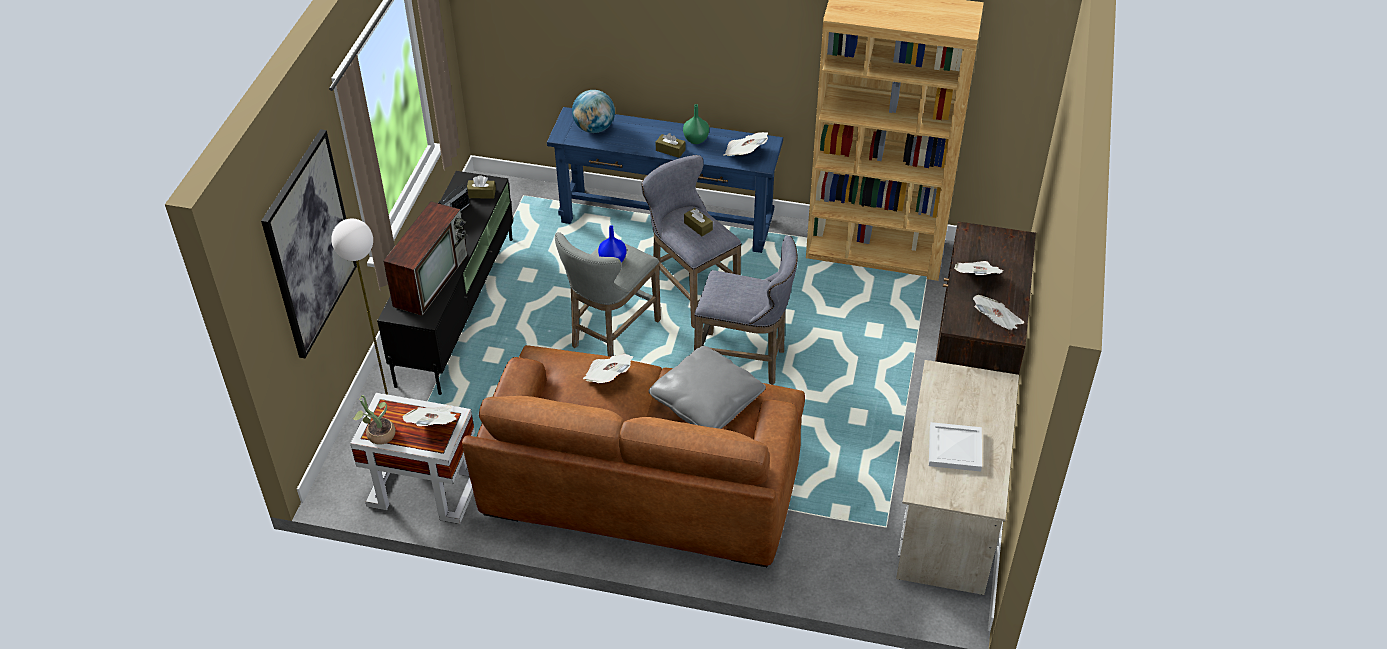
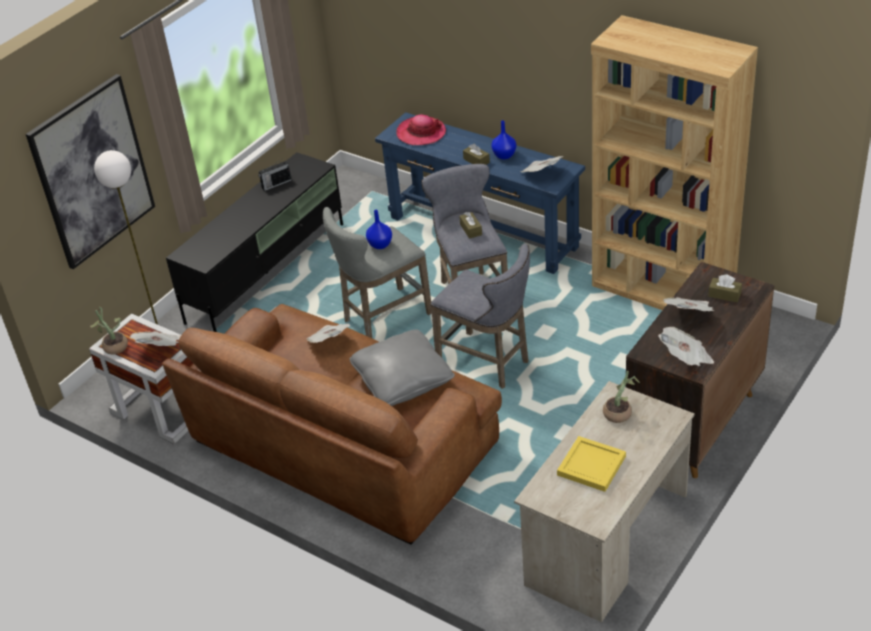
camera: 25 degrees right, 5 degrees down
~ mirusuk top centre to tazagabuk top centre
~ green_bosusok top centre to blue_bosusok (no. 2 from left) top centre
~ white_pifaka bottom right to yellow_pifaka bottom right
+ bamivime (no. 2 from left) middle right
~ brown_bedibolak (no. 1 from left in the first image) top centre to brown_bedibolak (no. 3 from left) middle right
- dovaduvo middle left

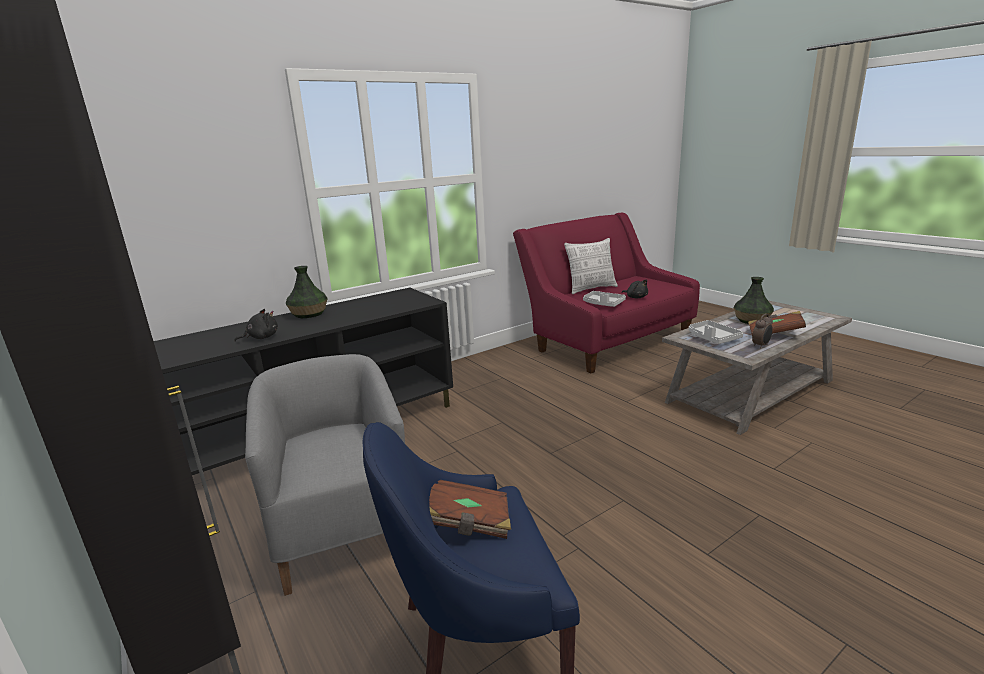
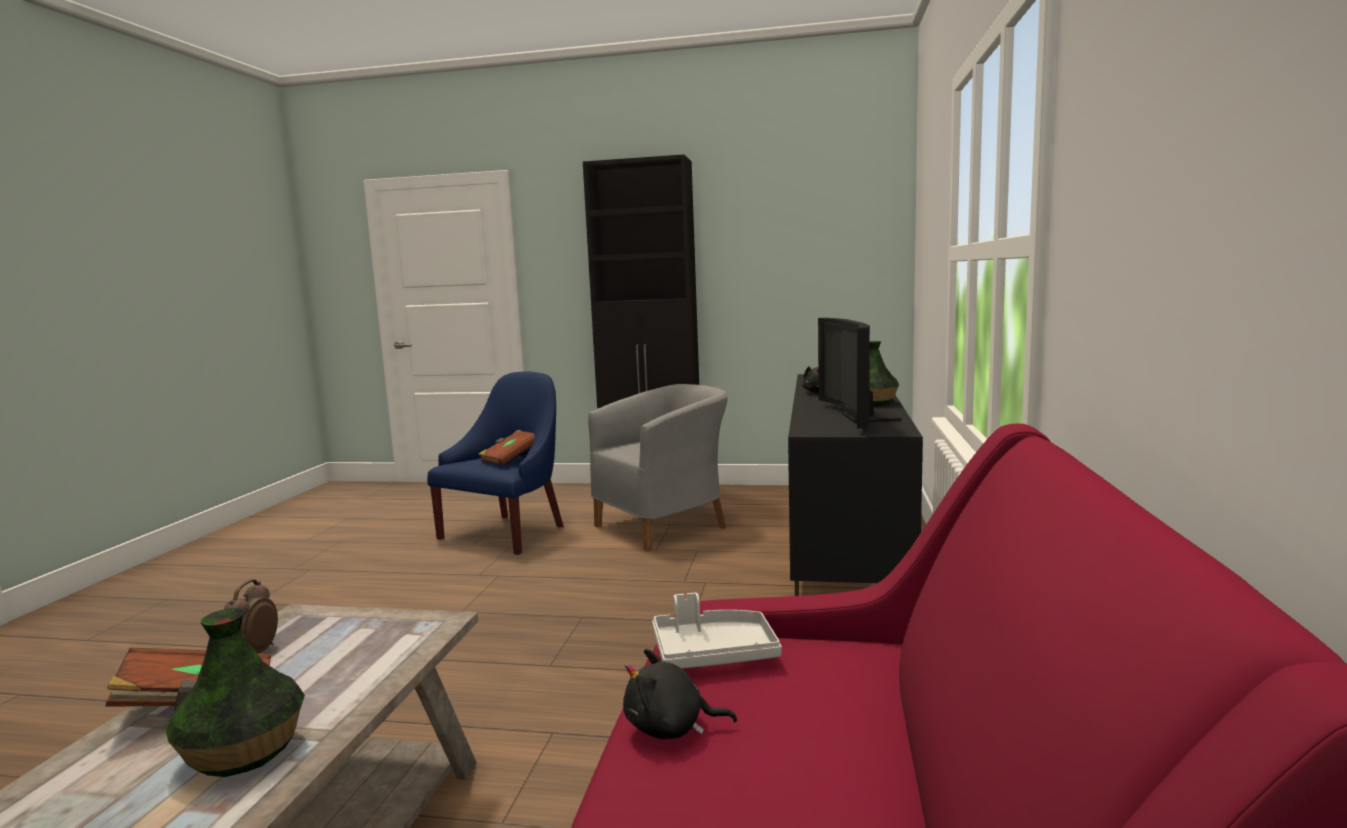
camera: 135 degrees right, 10 degrees down
~ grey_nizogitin bottom left = centre 60 degrees counterclockwise
+ dovaduvo centre
- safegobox centre
- grey_pifaka (no. 2 from left) middle right

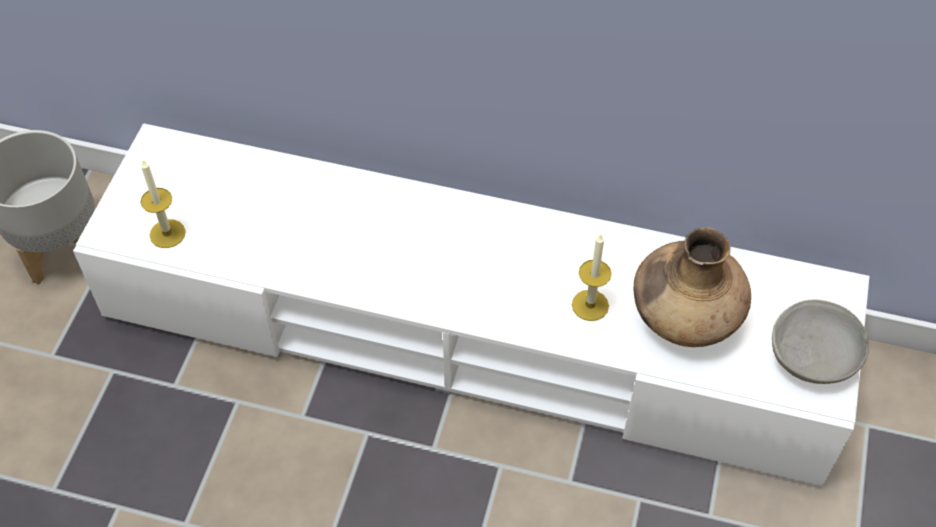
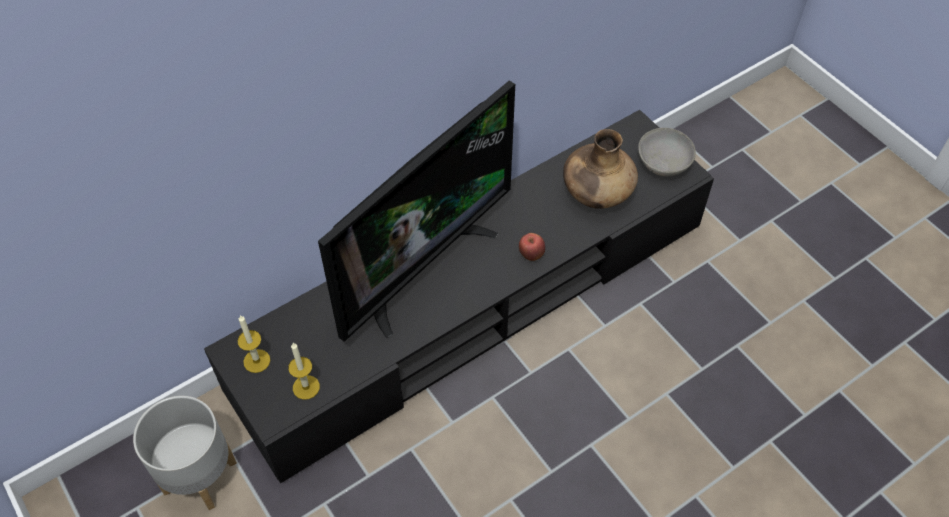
camera: 50 degrees left, 0 degrees up
~ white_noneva centre to black_noneva centre
~ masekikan (no. 2 from left in the first image) centre to masekikan (no. 1 from left) middle left
+ dovaduvo centre
+ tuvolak centre

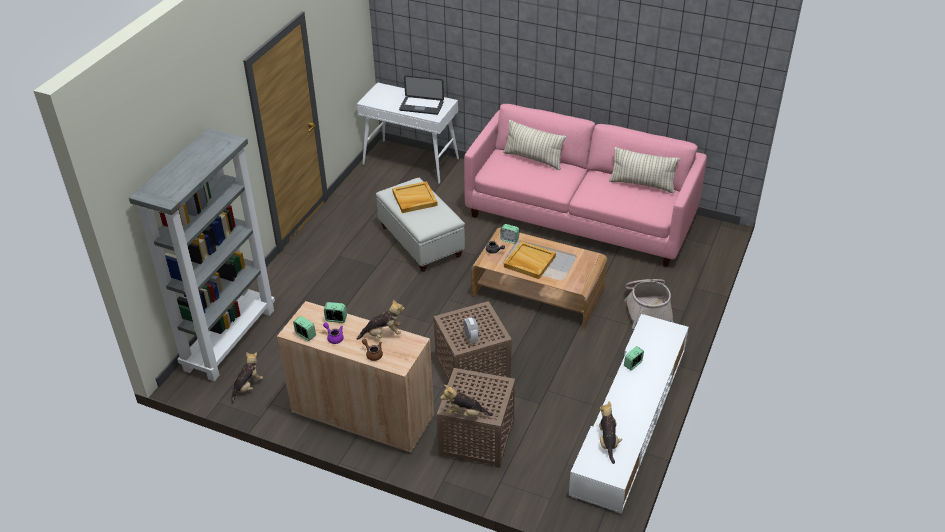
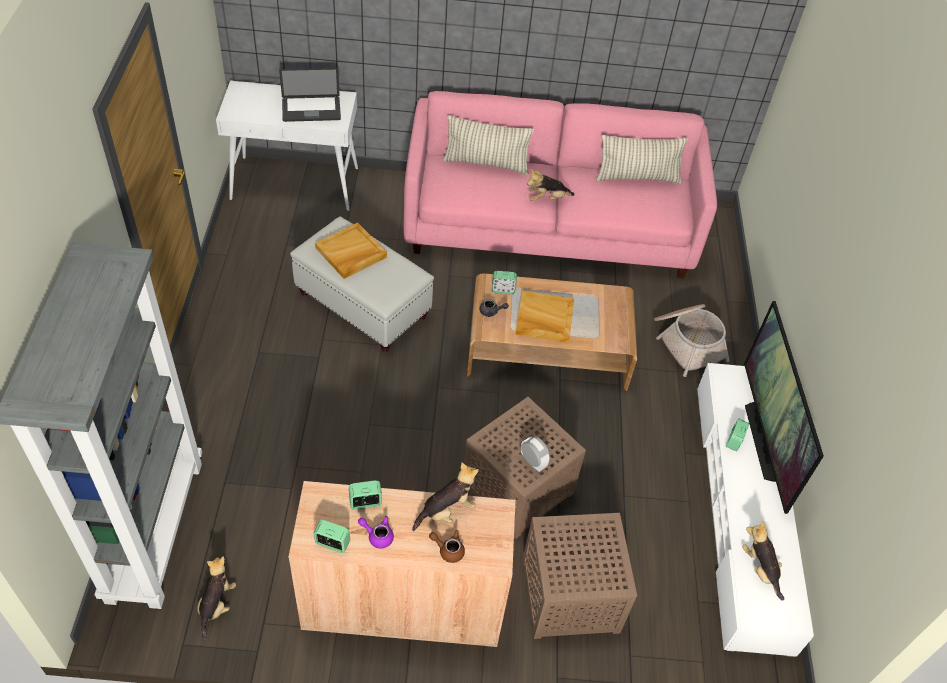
camera: 25 degrees left, 10 degrees up
~ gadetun (no. 3 from left) bottom centre to top centre
+ dovaduvo middle right

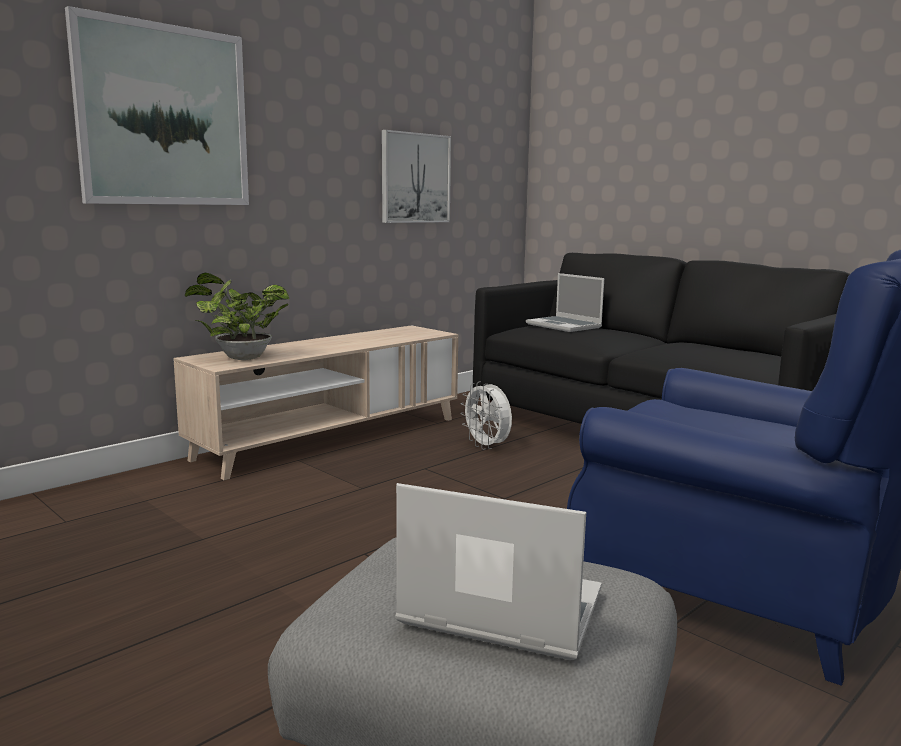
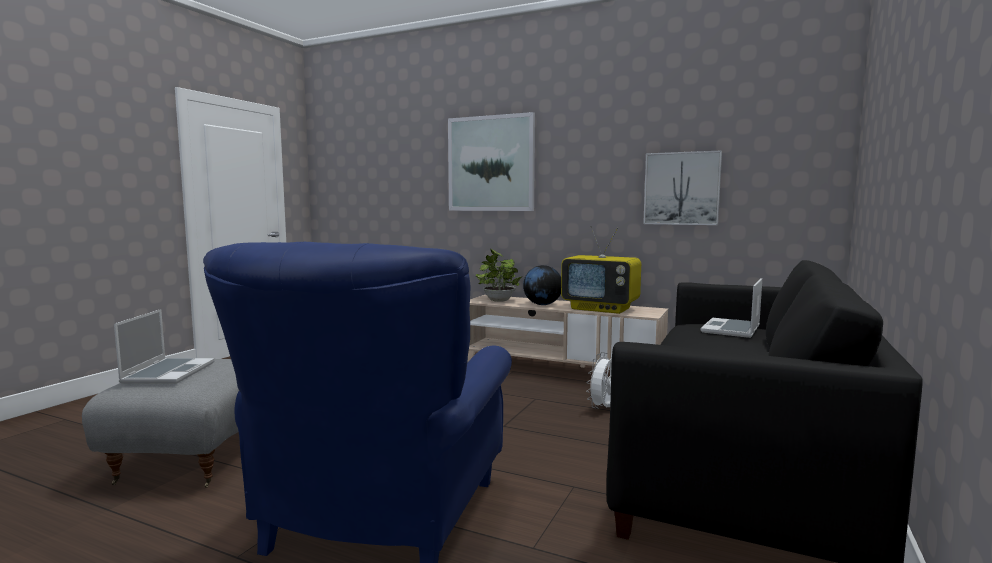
camera: 70 degrees right, 5 degrees down
+ mirusuk centre
+ dovaduvo centre

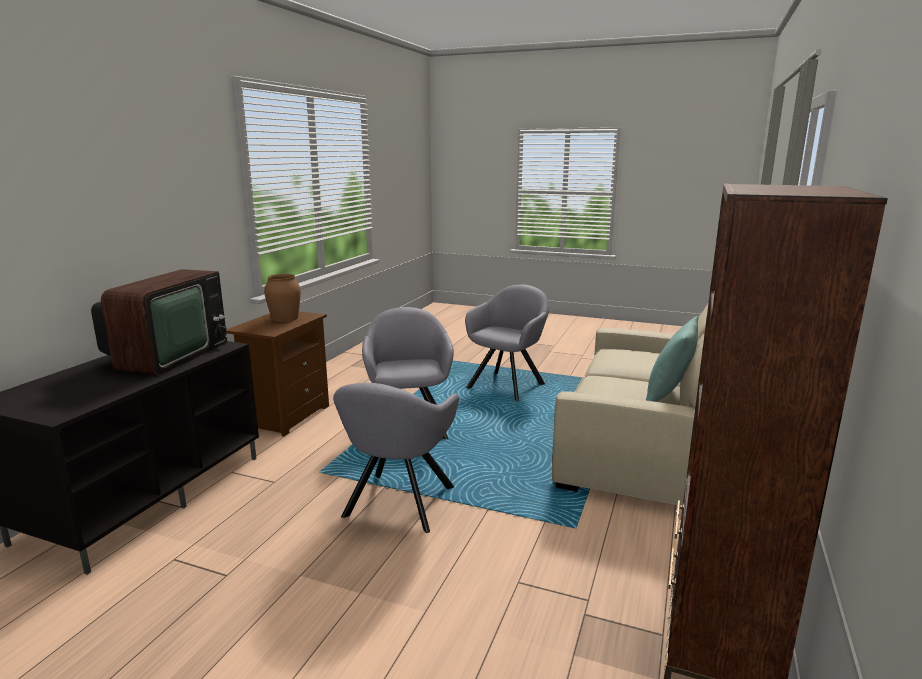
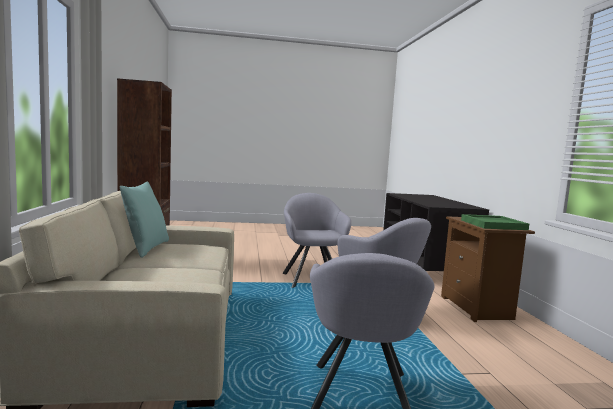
camera: 150 degrees right, 10 degrees down
~ brown_bosusok middle left to green_pifaka middle right
- dovaduvo middle left

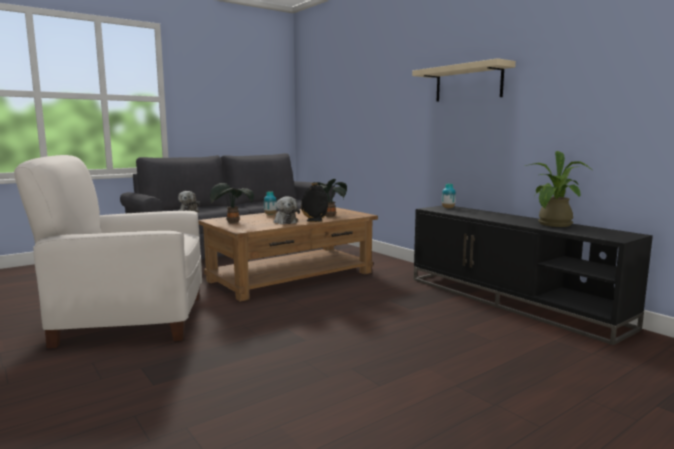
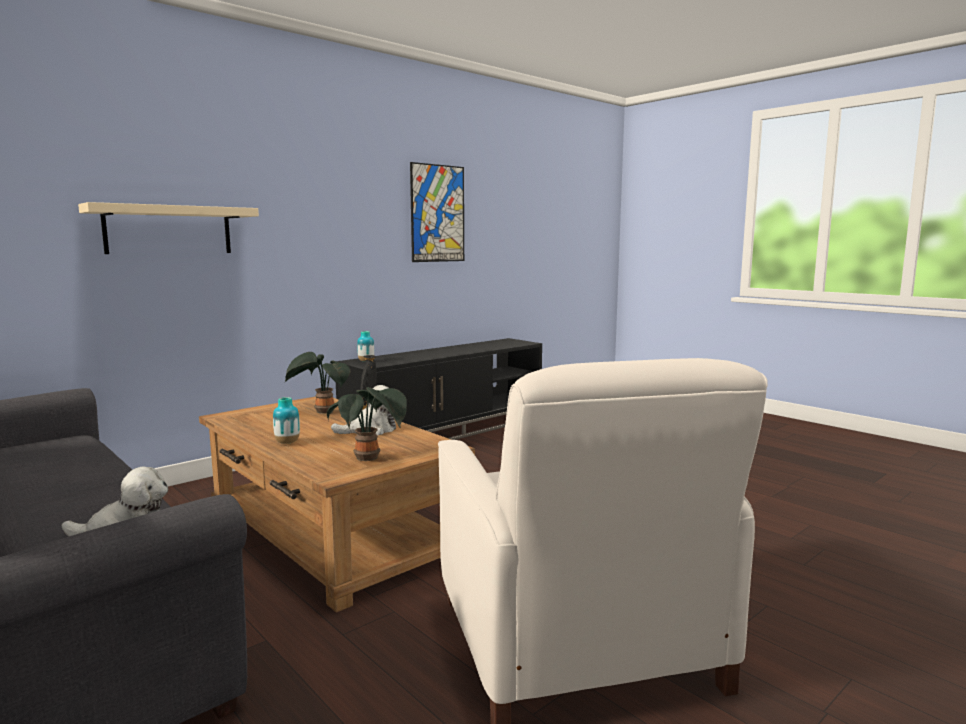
camera: 95 degrees left, 0 degrees up
~ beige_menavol top right to top left
+ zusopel top centre
- bamivime (no. 3 from left) middle right

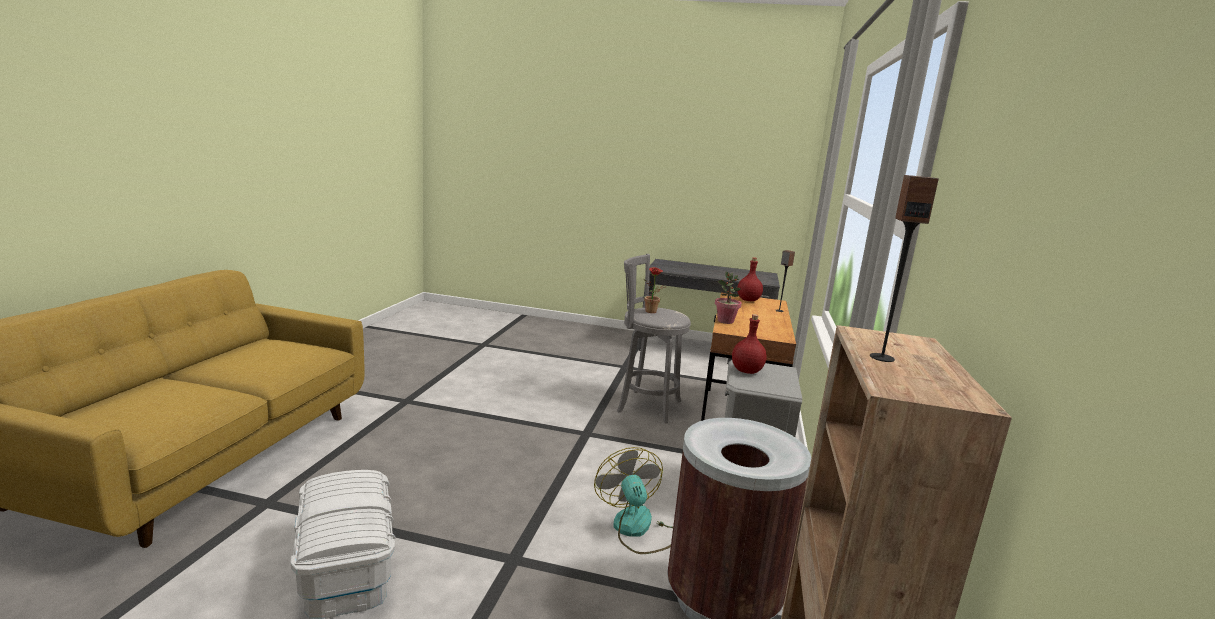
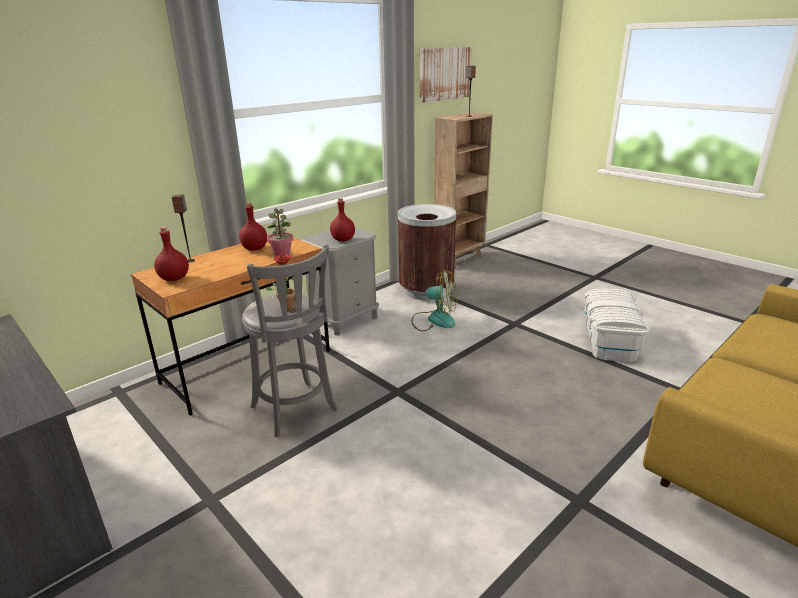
camera: 145 degrees left, 10 degrees up
+ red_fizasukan (no. 2 from left) middle left
~ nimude bottom centre = centre 90 degrees counterclockwise
+ zusopel top centre

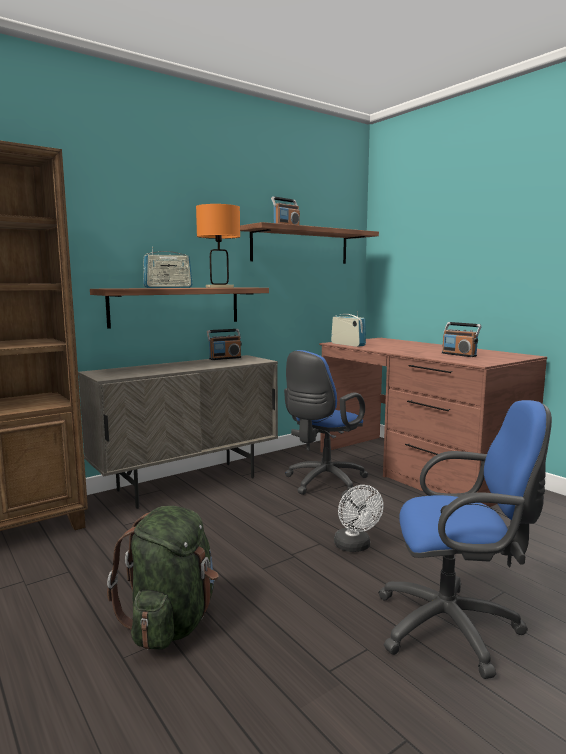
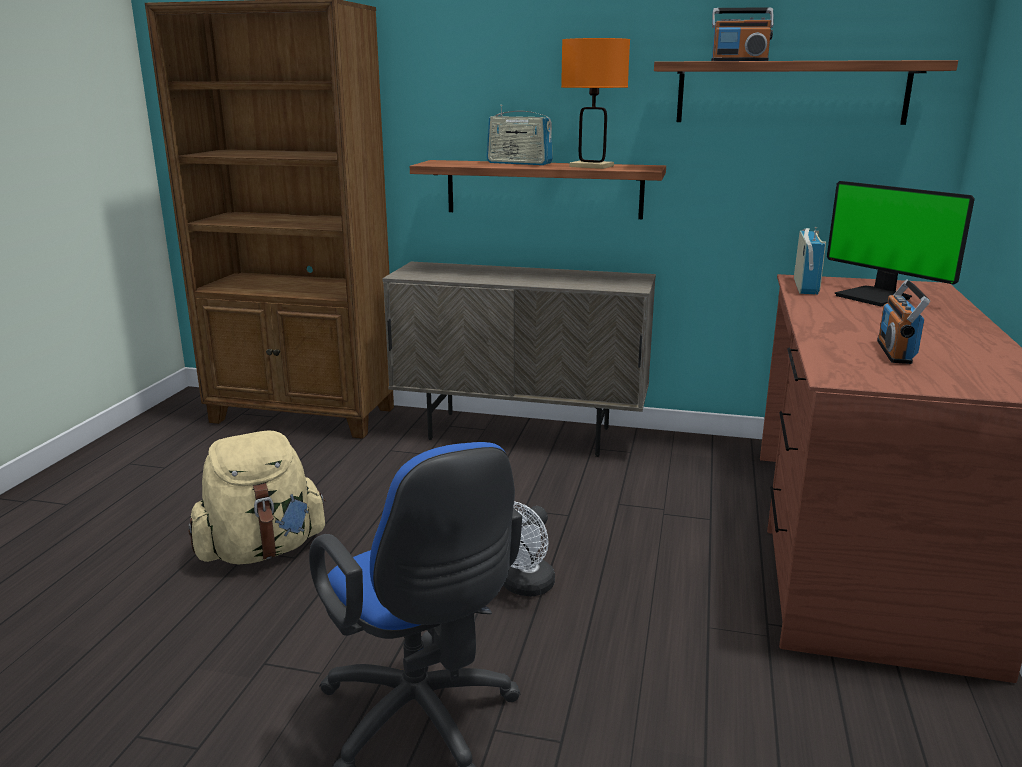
camera: 50 degrees right, 10 degrees up
~ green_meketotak bottom left to beige_meketotak middle left
+ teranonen top right
- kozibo (no. 2 from left) centre
- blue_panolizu (no. 1 from left) centre

